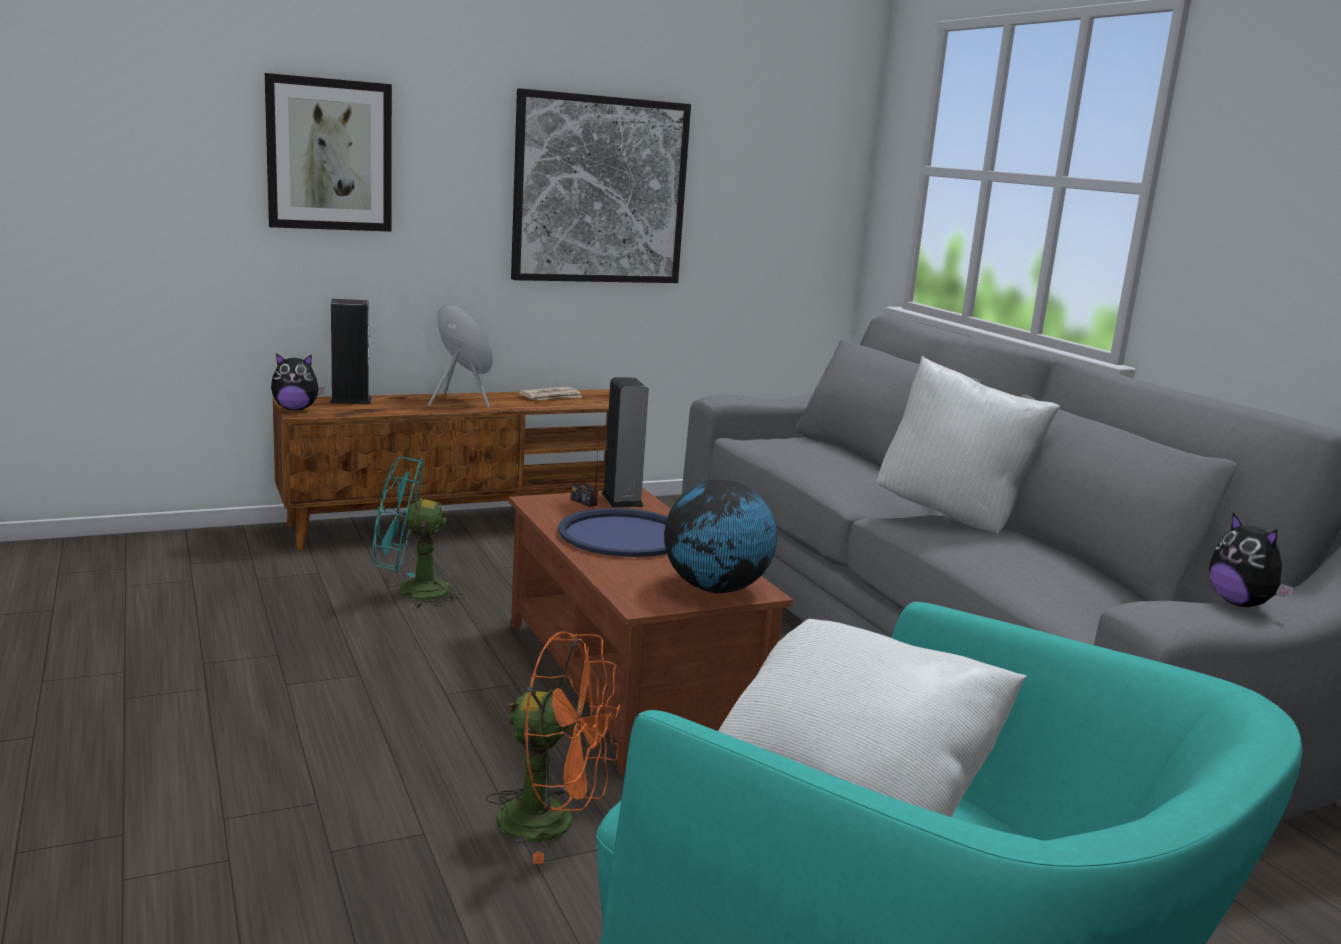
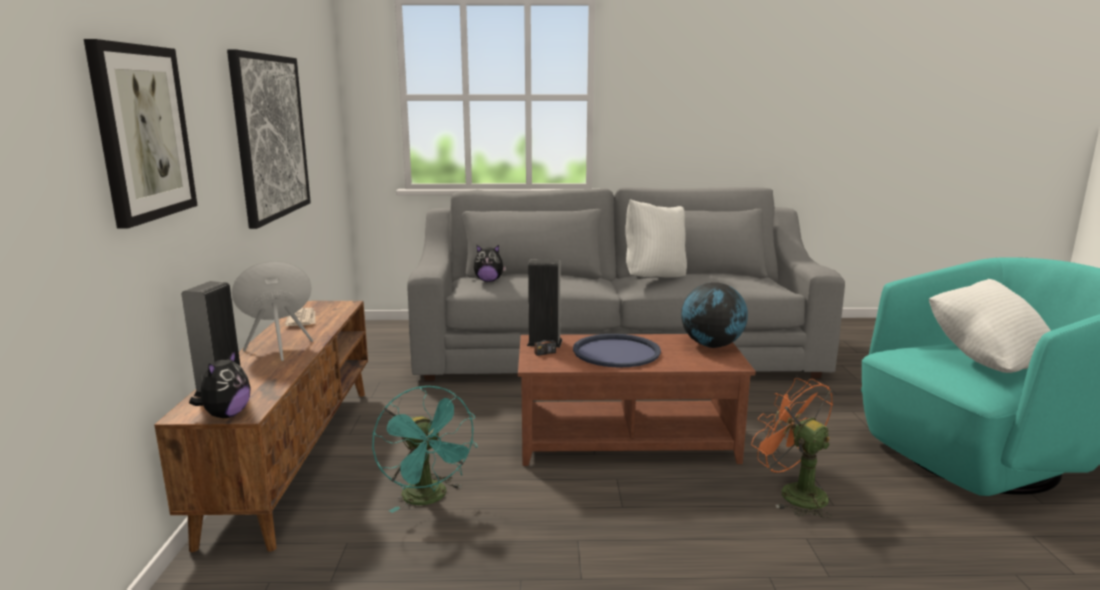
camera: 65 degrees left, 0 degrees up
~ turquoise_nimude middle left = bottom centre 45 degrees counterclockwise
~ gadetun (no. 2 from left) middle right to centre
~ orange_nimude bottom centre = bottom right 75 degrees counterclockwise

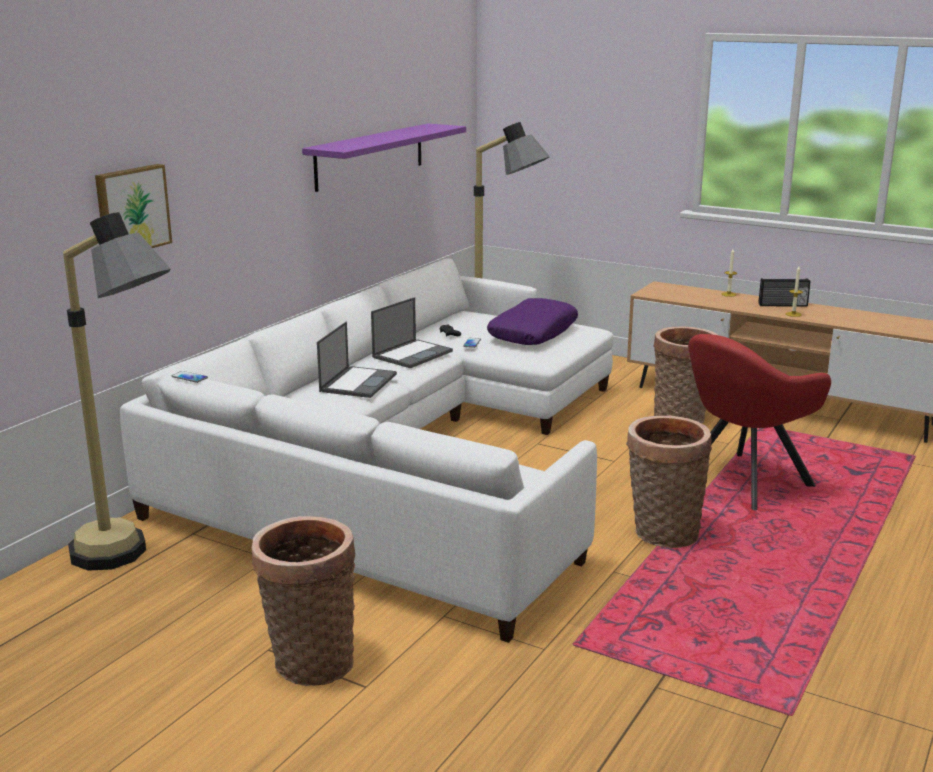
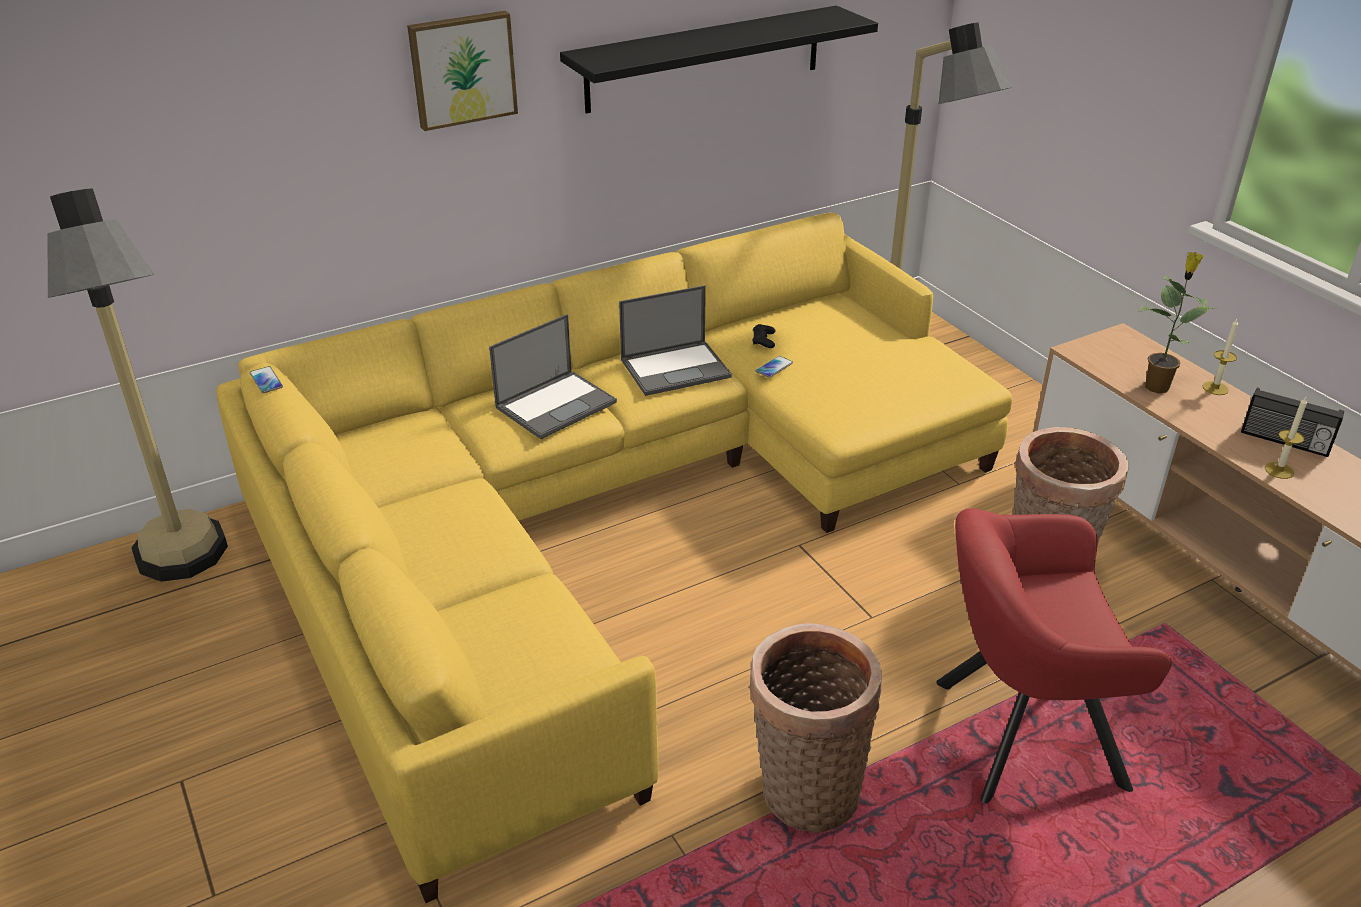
camera: 30 degrees right, 15 degrees up
~ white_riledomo centre to yellow_riledomo centre
~ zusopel top left to top centre
~ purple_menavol top centre to black_menavol top centre
+ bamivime middle right
- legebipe (no. 1 from left) bottom left
- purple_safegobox centre

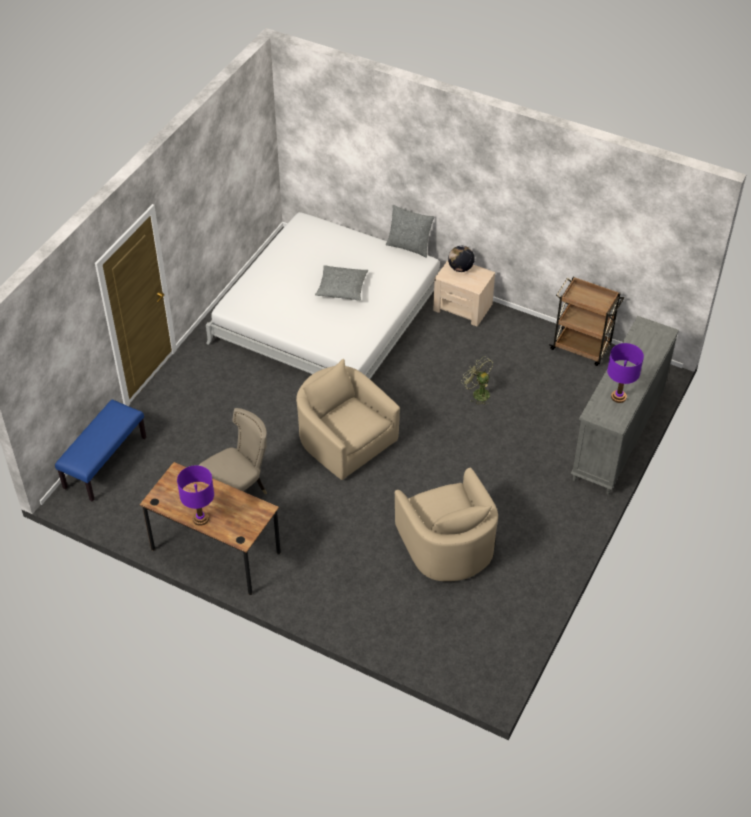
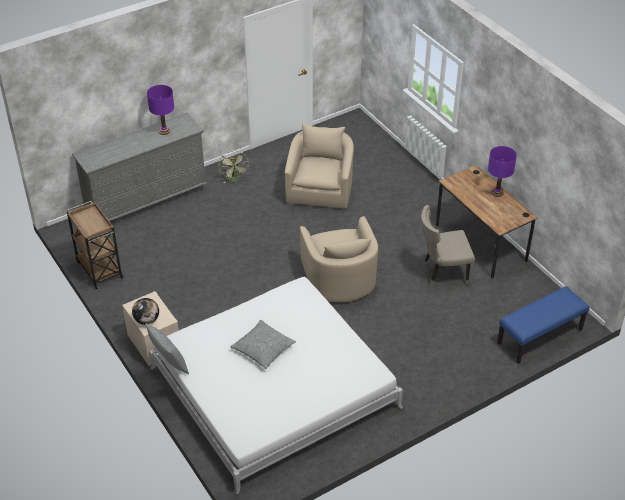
camera: 150 degrees left, 5 degrees down
~ green_nimude centre to top centre

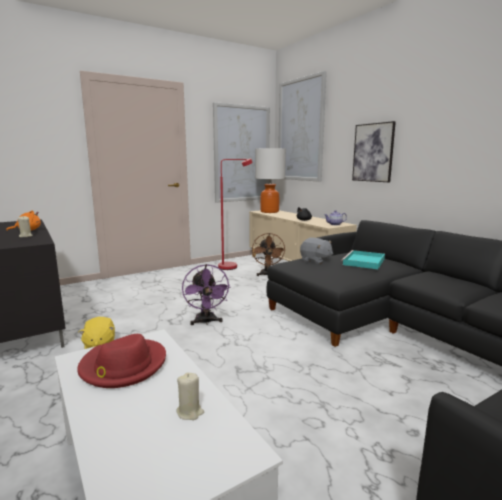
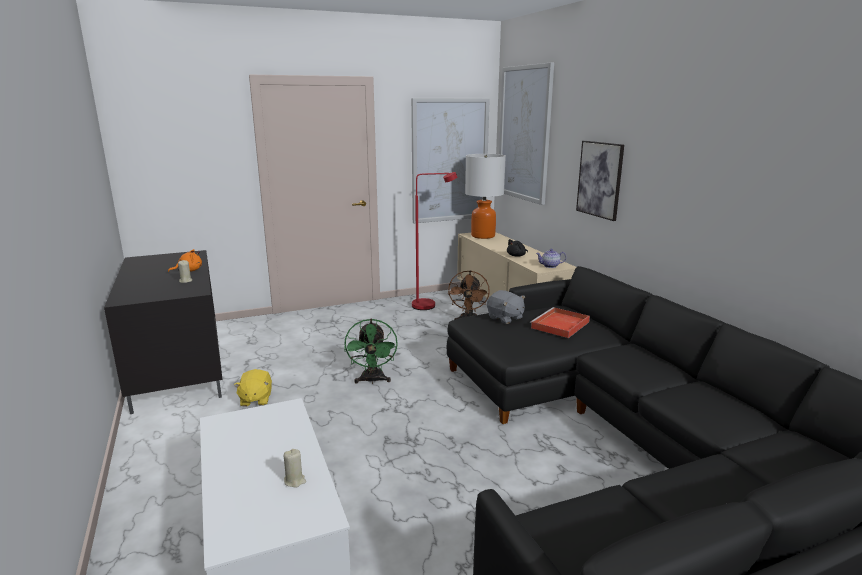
camera: 10 degrees right, 5 degrees up
~ purple_nimude centre to green_nimude centre
~ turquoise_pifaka middle right to red_pifaka centre
- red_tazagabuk bottom left

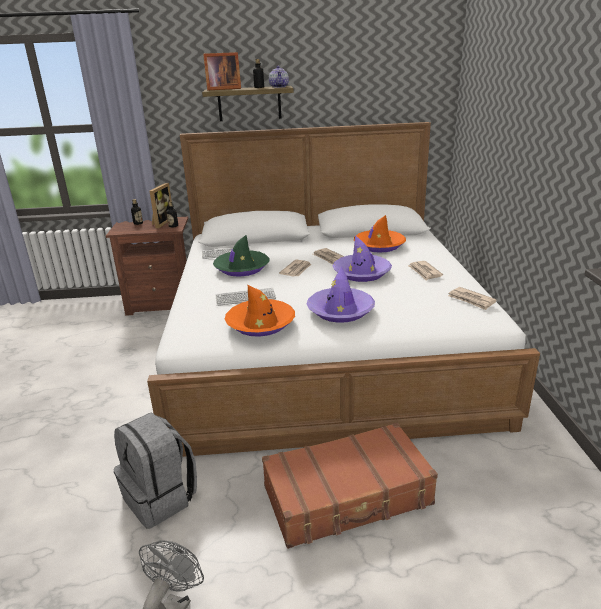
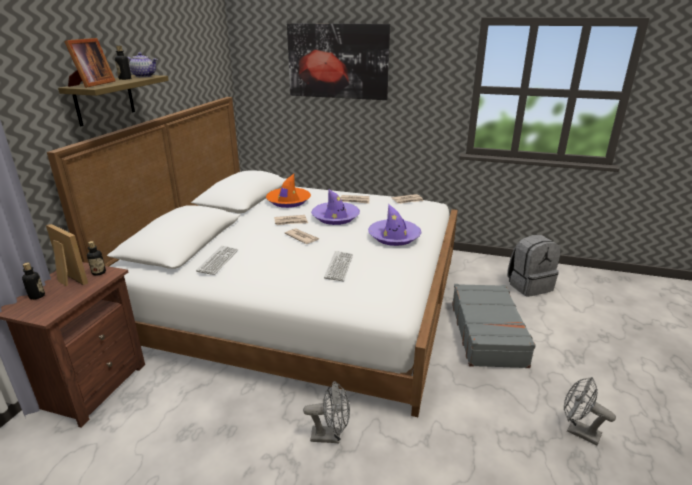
camera: 70 degrees left, 0 degrees up
+ zusopel top centre
+ grey_nimude (no. 1 from left) bottom centre
~ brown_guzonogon bottom centre to grey_guzonogon bottom right
~ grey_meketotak bottom left to middle right
- green_tazagabuk centre
- orange_tazagabuk (no. 1 from left) centre

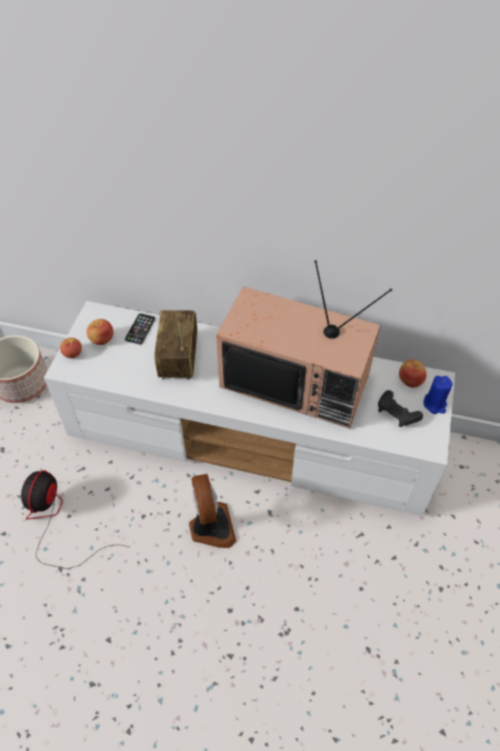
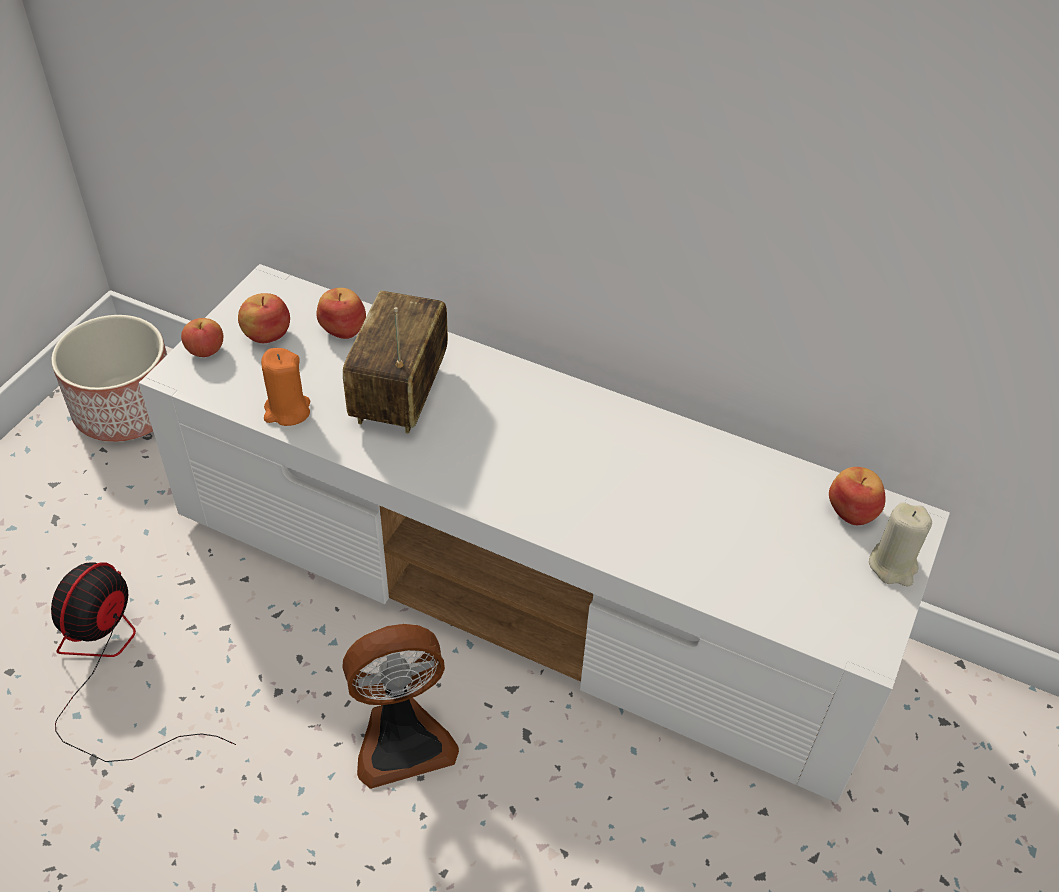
camera: 10 degrees right, 5 degrees down
+ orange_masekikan middle left
~ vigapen middle left to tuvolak (no. 3 from left) middle left
~ nimude (no. 2 from left) bottom centre = bottom centre 75 degrees clockwise
~ blue_masekikan middle right to beige_masekikan middle right
- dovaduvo centre
- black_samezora middle right

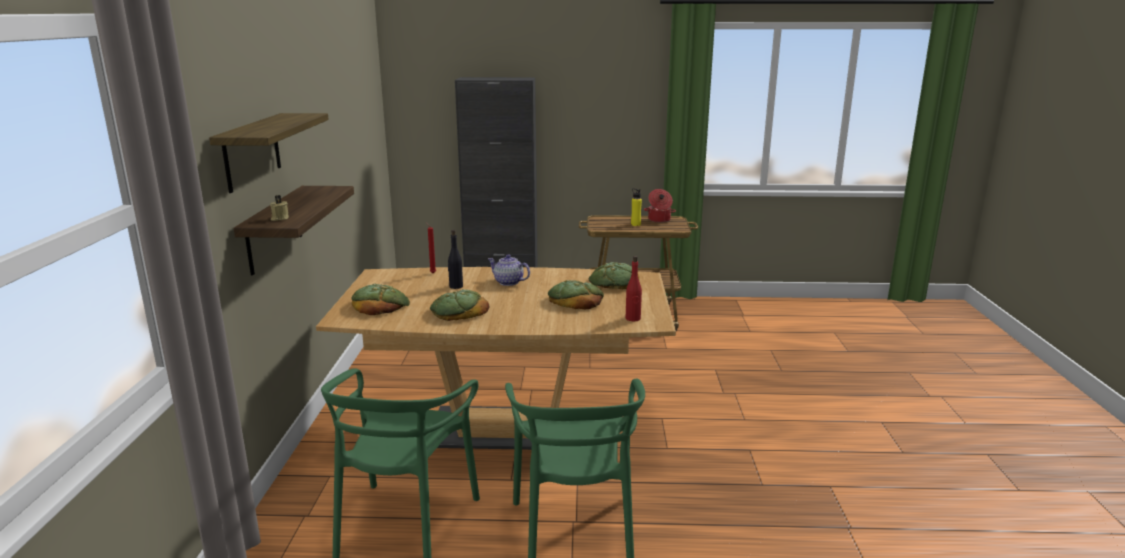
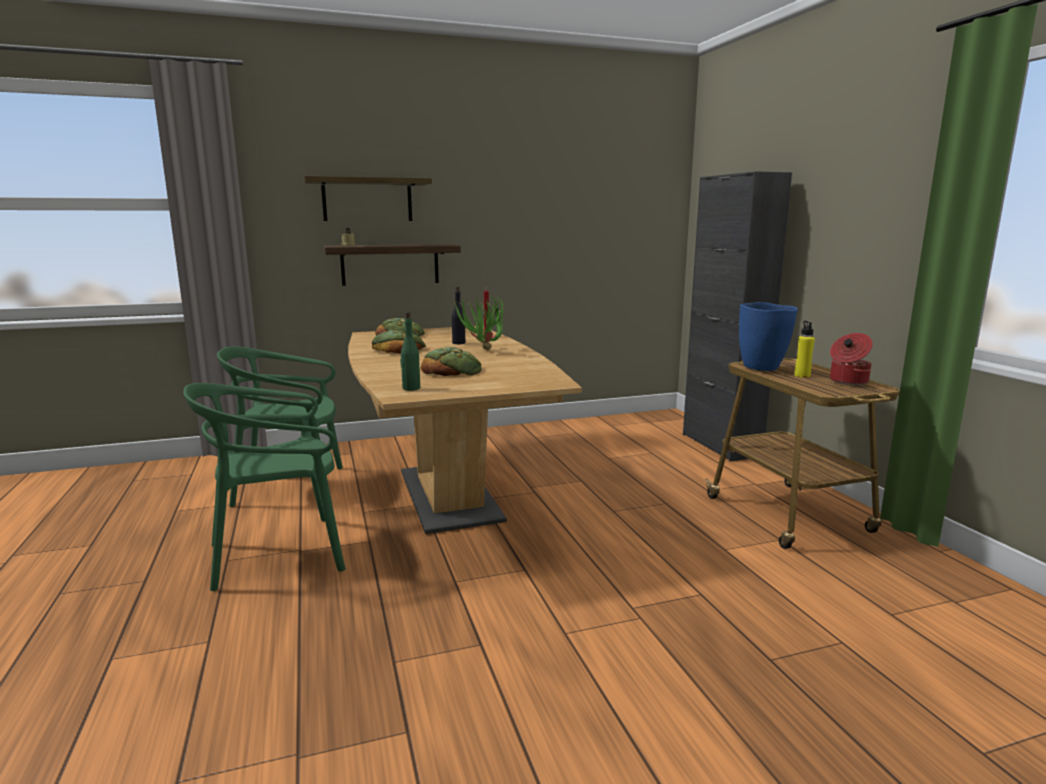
camera: 70 degrees right, 5 degrees down
~ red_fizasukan centre to green_fizasukan centre
~ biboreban centre to bamivime centre
+ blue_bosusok middle right
- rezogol (no. 4 from left) centre

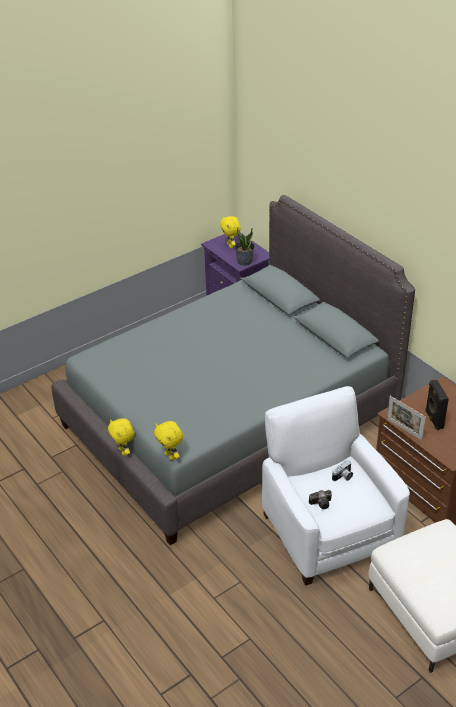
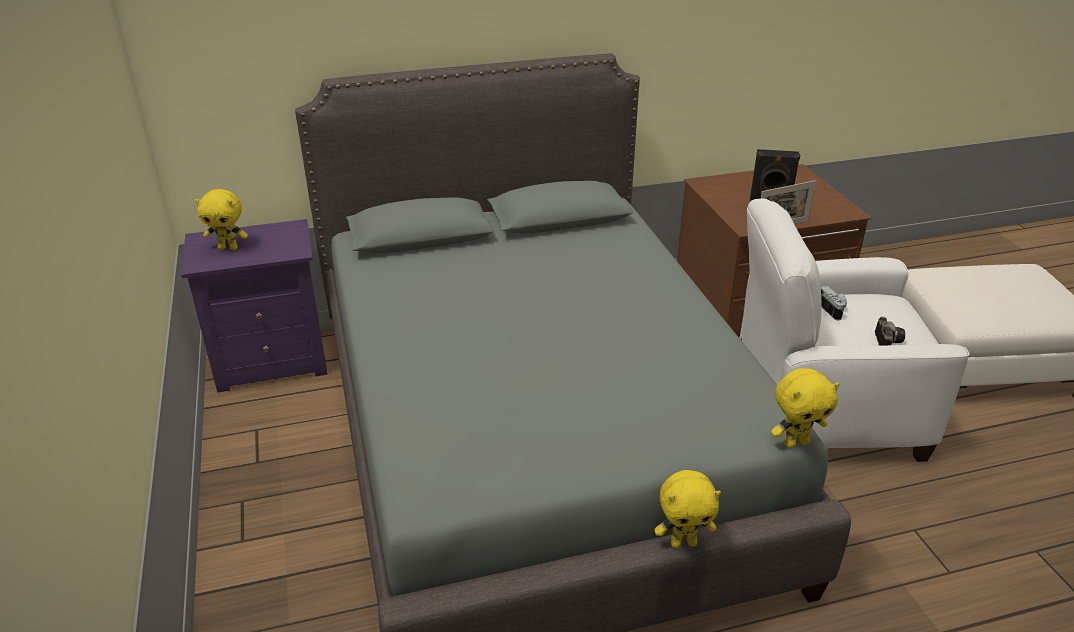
camera: 70 degrees left, 5 degrees down
- bamivime centre

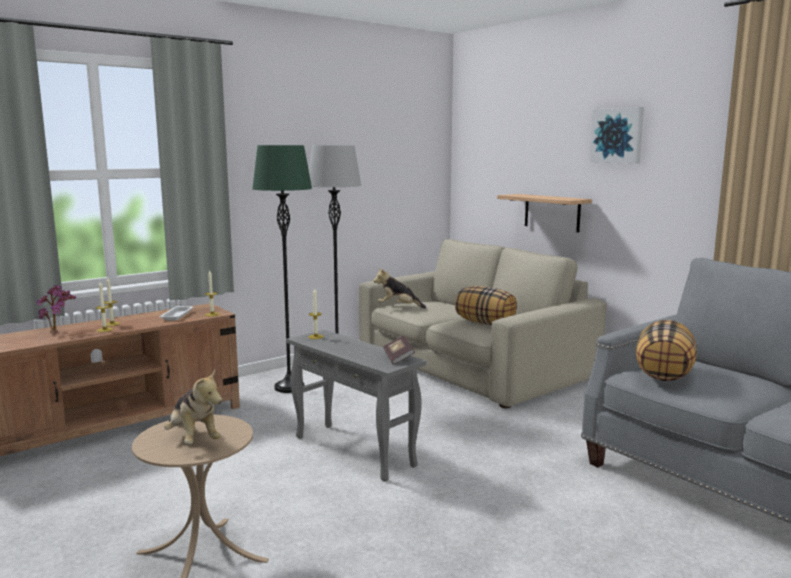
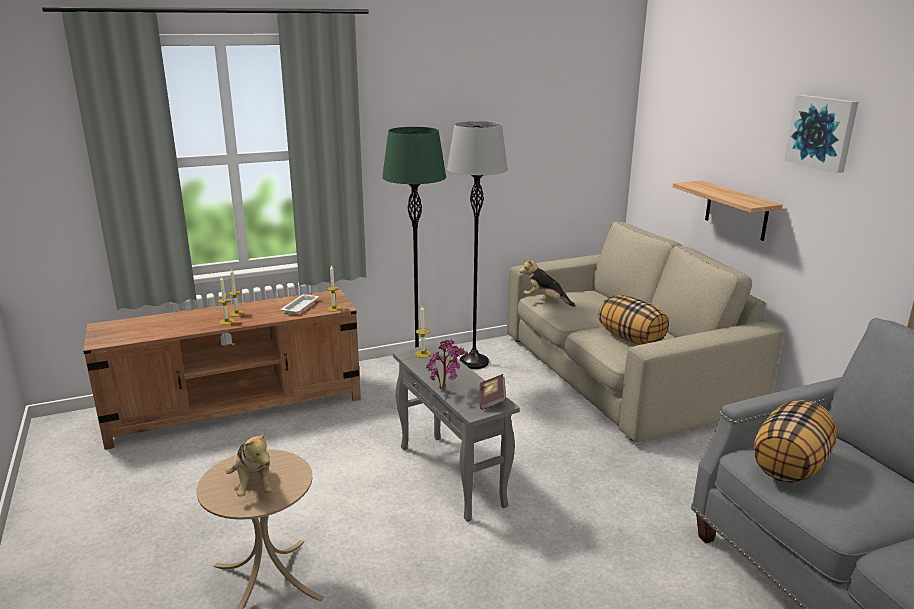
camera: 15 degrees right, 10 degrees up
~ bamivime middle left to centre

